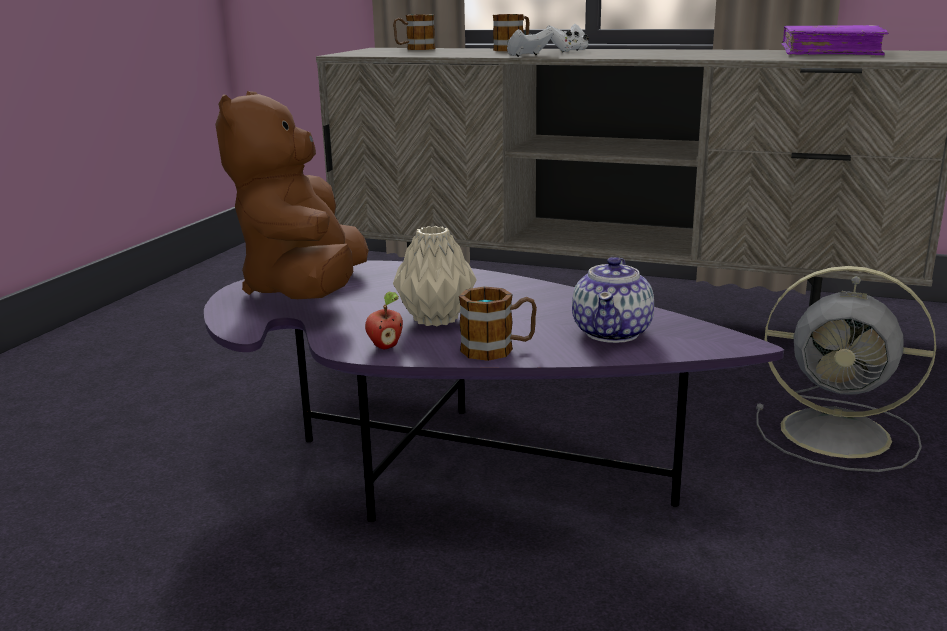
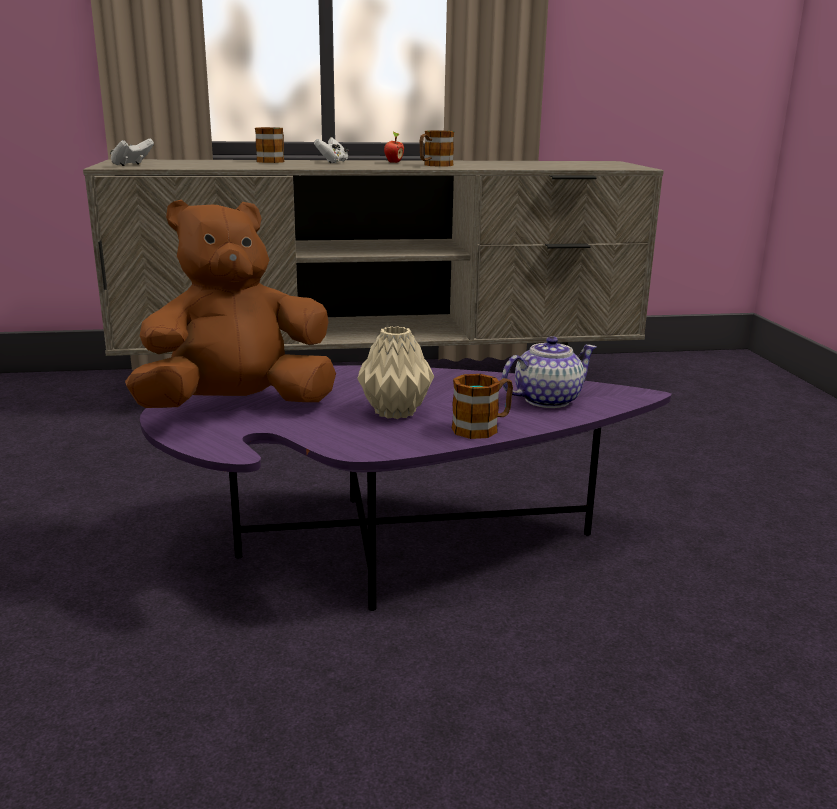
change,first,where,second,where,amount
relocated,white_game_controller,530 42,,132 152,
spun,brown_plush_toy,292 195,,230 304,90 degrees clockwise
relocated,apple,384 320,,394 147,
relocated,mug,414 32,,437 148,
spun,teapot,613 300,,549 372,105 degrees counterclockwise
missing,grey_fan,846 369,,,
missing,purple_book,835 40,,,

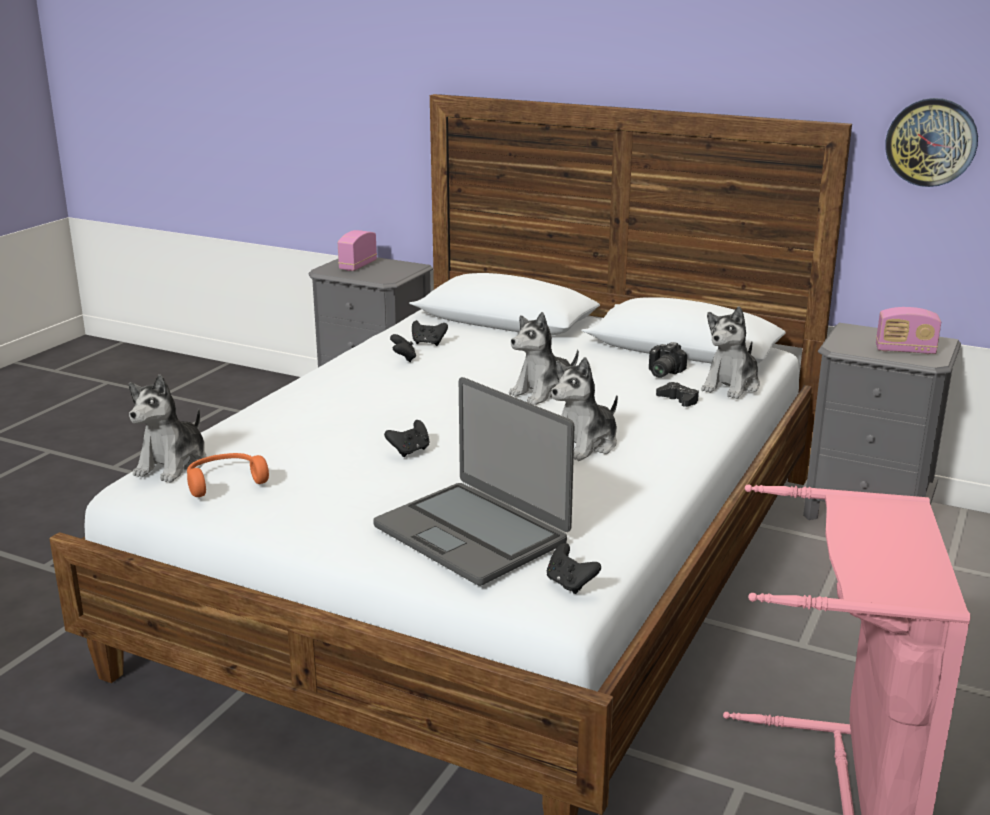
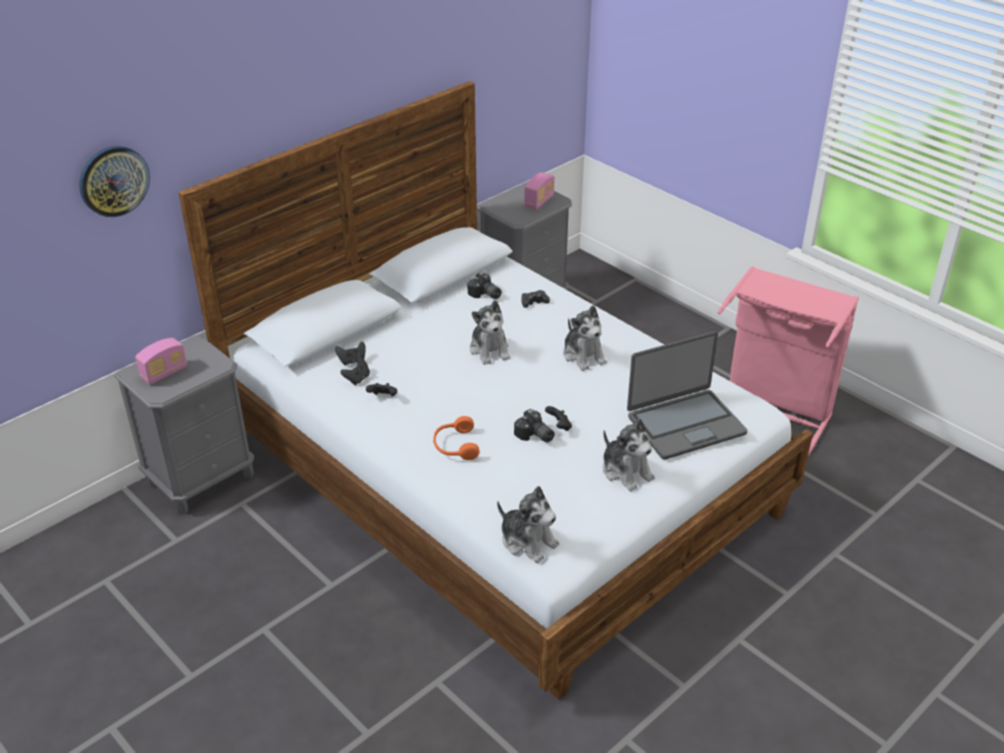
change,first,where,second,where,amount
relocated,wall_clock,931 142,,114 181,
spun,radio,357 250,,161 361,90 degrees counterclockwise
relocated,black_game_controller,574 568,,350 353,
relocated,orange_headphones,228 475,,456 438,
appeared,,,photo_camera,534 426,
relocated,plush_toy,730 352,,629 454,

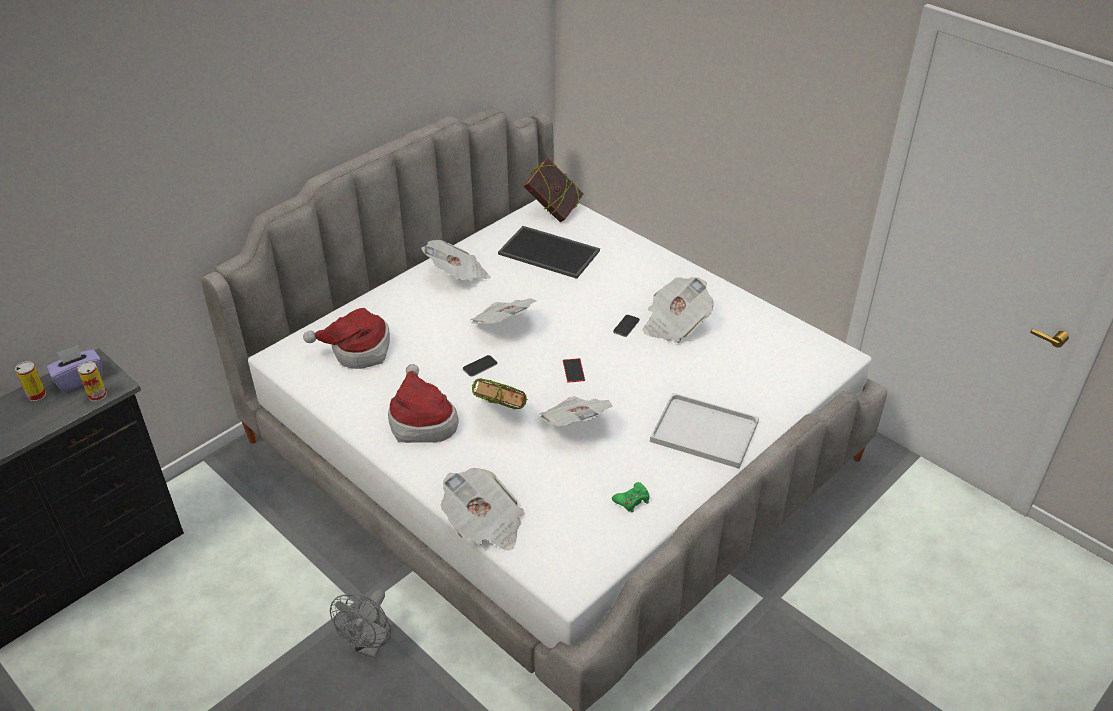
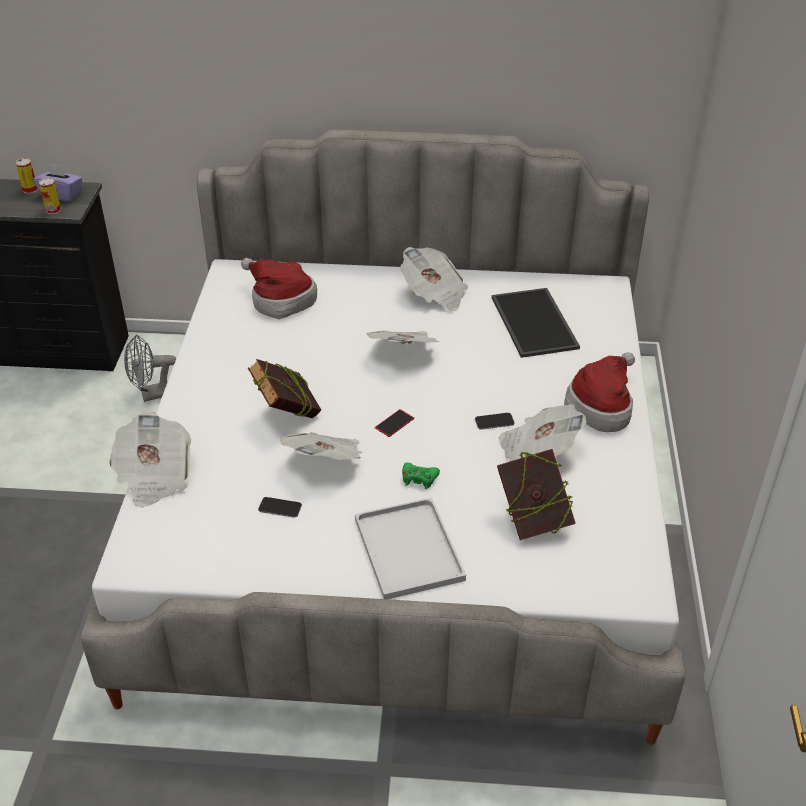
change,first,where,second,where,amount
relocated,grey_fan,361 623,,150 368,
relocated,phone,480 366,,280 507,
relocated,green_game_controller,631 497,,421 476,
relocated,book,553 190,,536 494,
relocated,hat,423 403,,599 392,

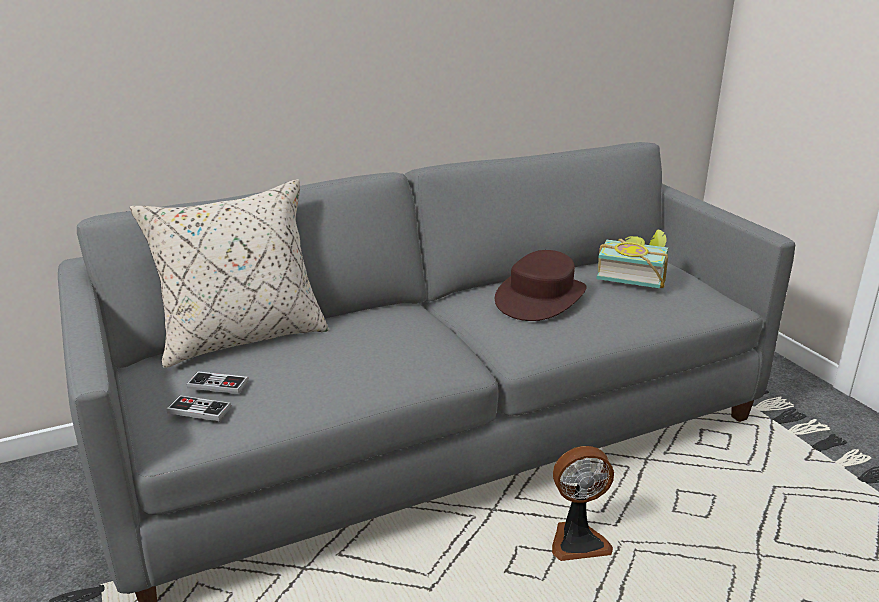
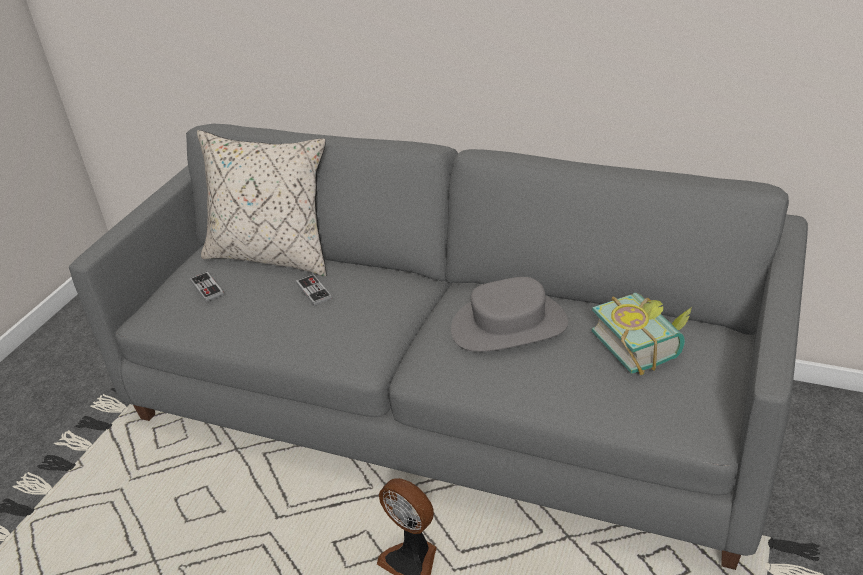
change,first,where,second,where,amount
relocated,game_controller,198 408,,314 290,
colour,brown_hat,541 285,grey_hat,509 314,

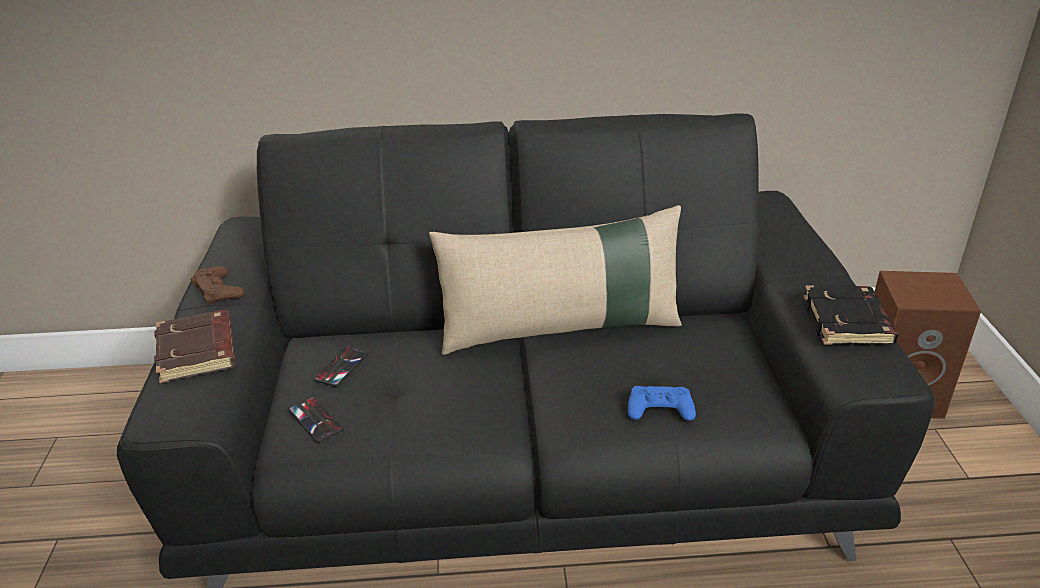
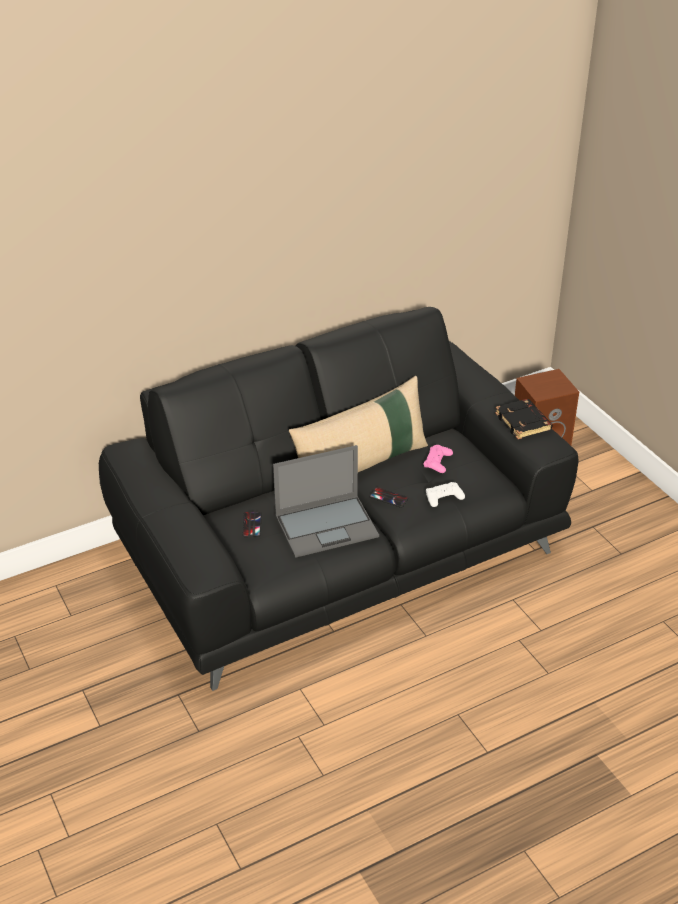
change,first,where,second,where,amount
appeared,,,laptop,326 501,
relocated,phone,316 420,,389 497,
appeared,,,pink_game_controller,438 459,
colour,blue_game_controller,662 403,white_game_controller,445 494,
missing,brown_book,194 346,,,
missing,brown_game_controller,217 286,,,

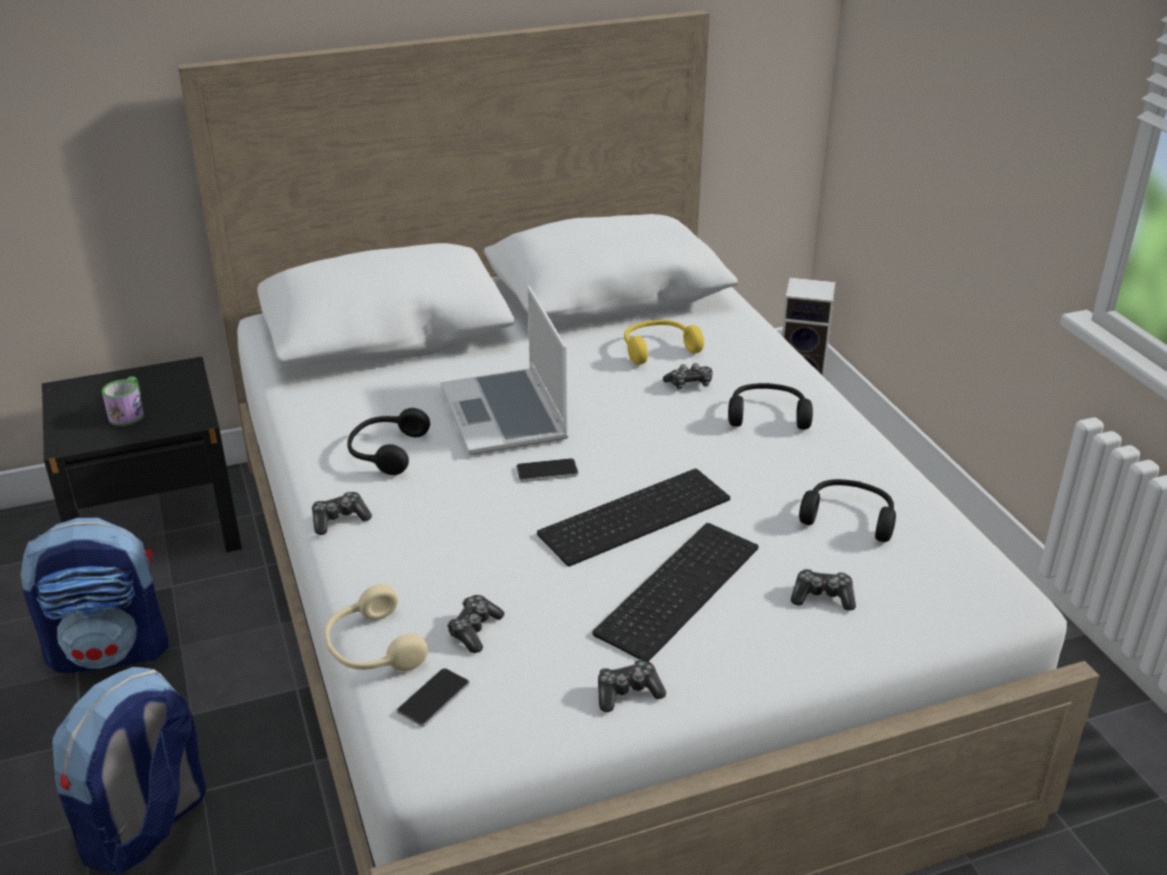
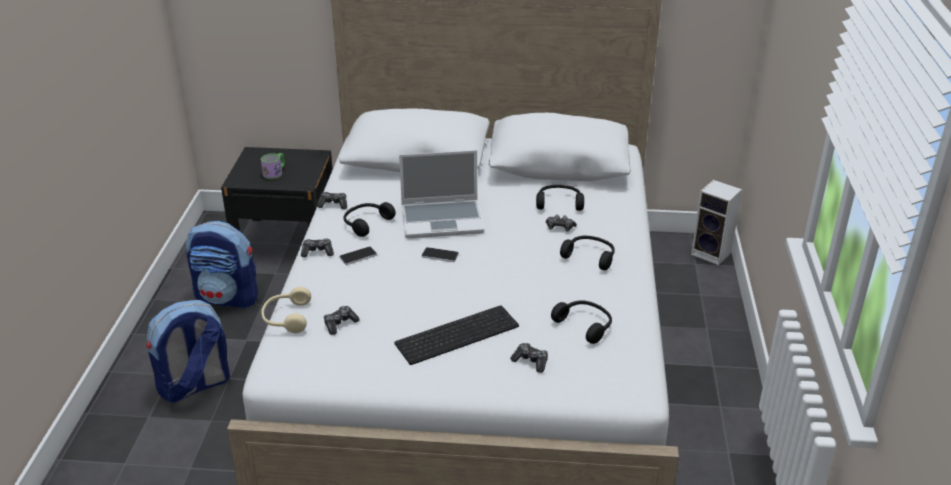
change,first,where,second,where,amount
relocated,game_controller,632 685,,332 200,
relocated,phone,433 697,,358 255,
spun,laptop,504 370,,441 194,105 degrees counterclockwise
colour,yellow_headphones,664 342,black_headphones,560 198,
missing,keyboard,633 517,,,

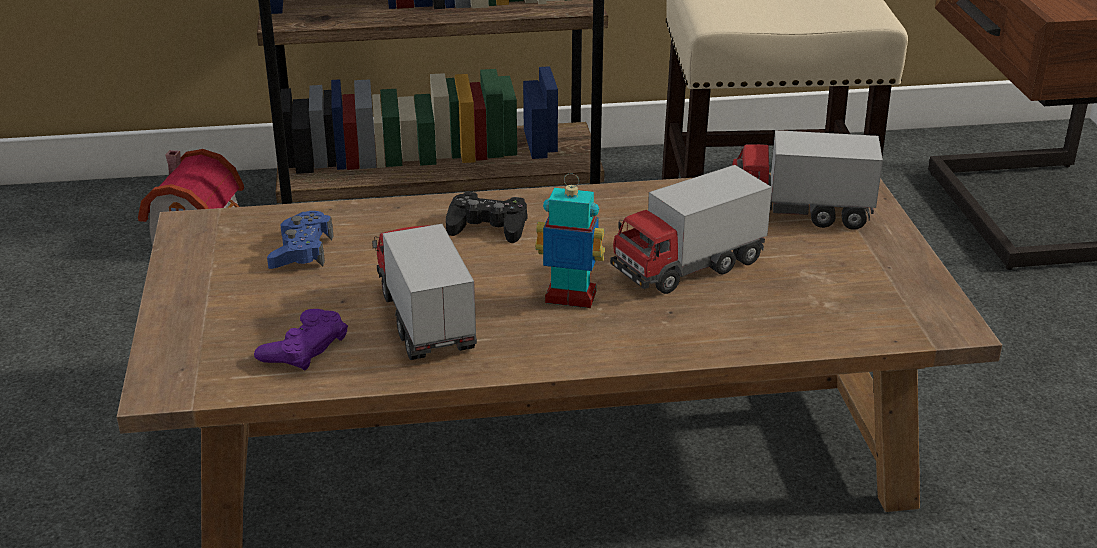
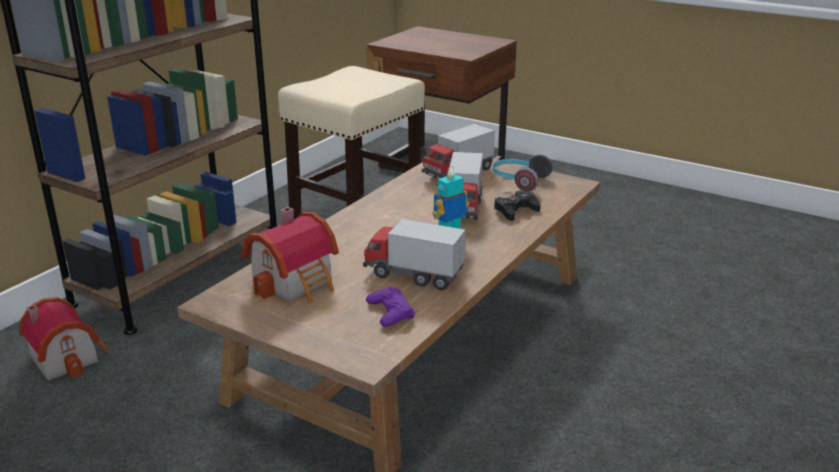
change,first,where,second,where,amount
exchanged,blue_game_controller,300 240,toy_house,290 255,
appeared,,,headphones,523 172,
relocated,black_game_controller,486 217,,517 206,

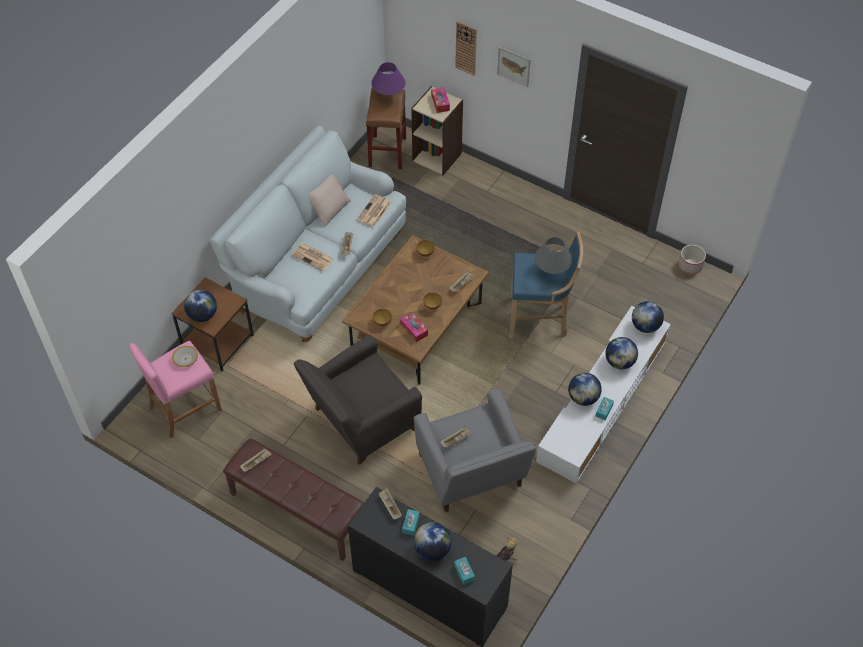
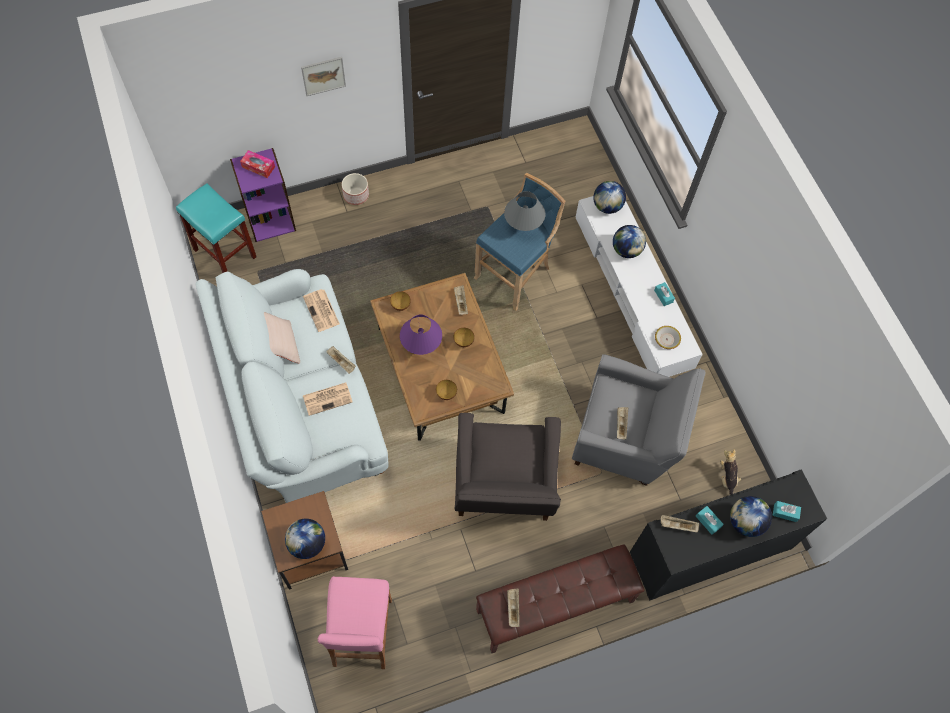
change,first,where,second,where,amount
colour,brown_stool,386 128,turquoise_stool,216 228,
colour,beige_bookcase,437 130,purple_bookcase,263 195,
relocated,planter,692 259,,355 189,
relocated,purple_table_lamp,388 78,,421 335,
relocated,bowl,185 356,,668 337,
missing,tissue_box,414 327,,,
missing,wall_clock,466 48,,,
missing,globe,585 389,,,

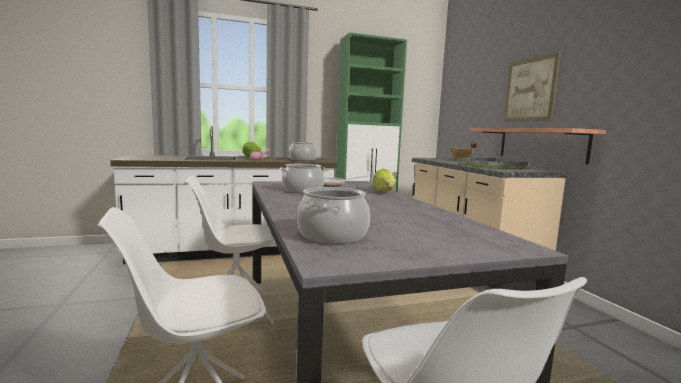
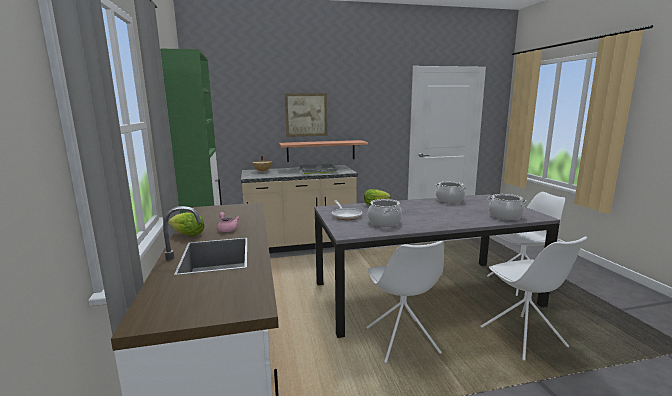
change,first,where,second,where,amount
relocated,cooking_pot,303 151,,451 192,

